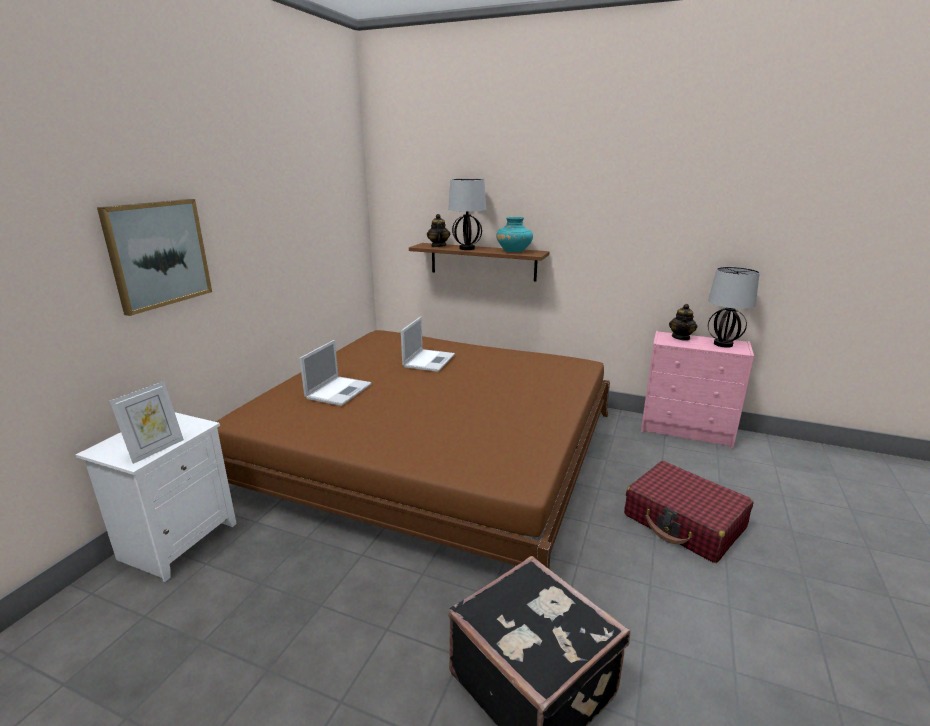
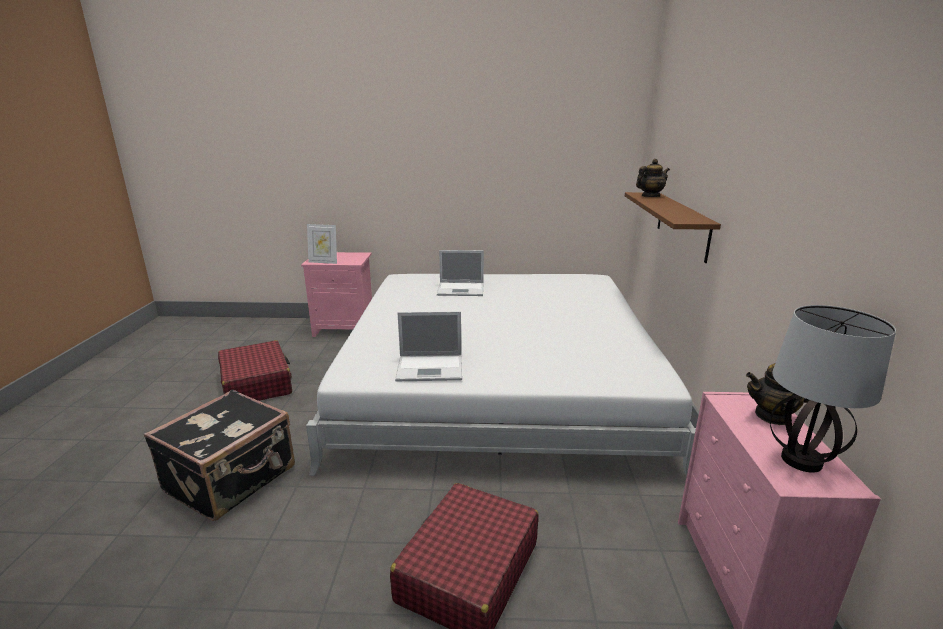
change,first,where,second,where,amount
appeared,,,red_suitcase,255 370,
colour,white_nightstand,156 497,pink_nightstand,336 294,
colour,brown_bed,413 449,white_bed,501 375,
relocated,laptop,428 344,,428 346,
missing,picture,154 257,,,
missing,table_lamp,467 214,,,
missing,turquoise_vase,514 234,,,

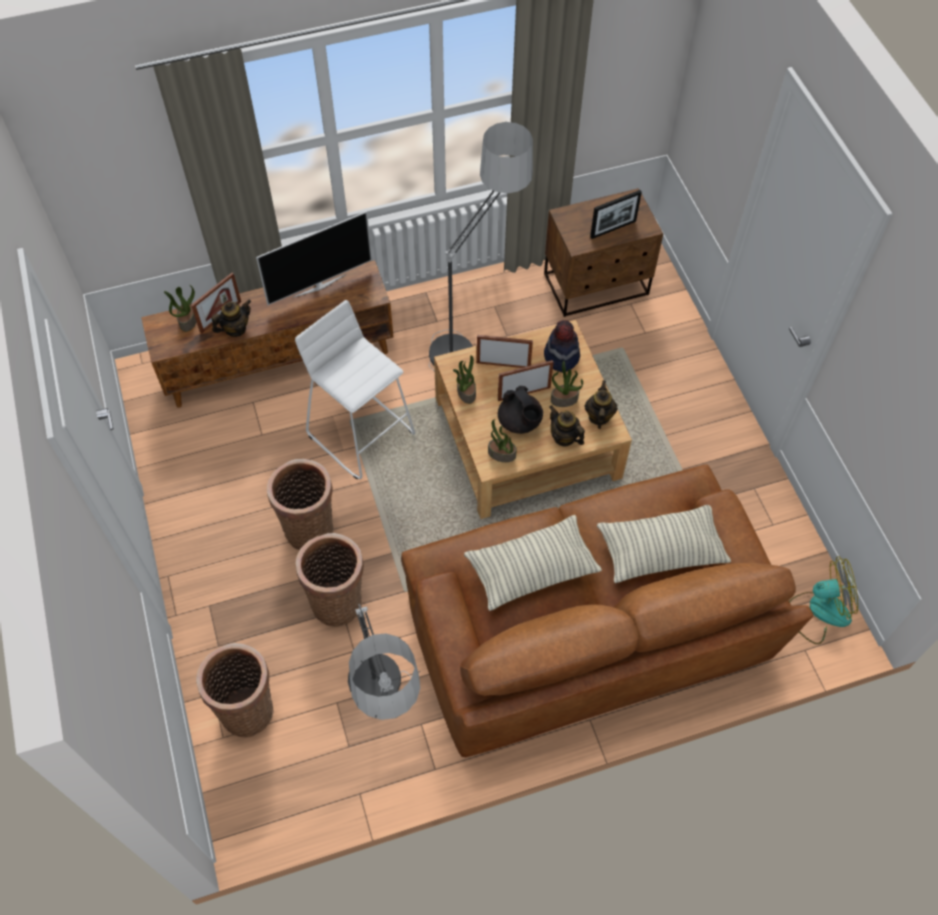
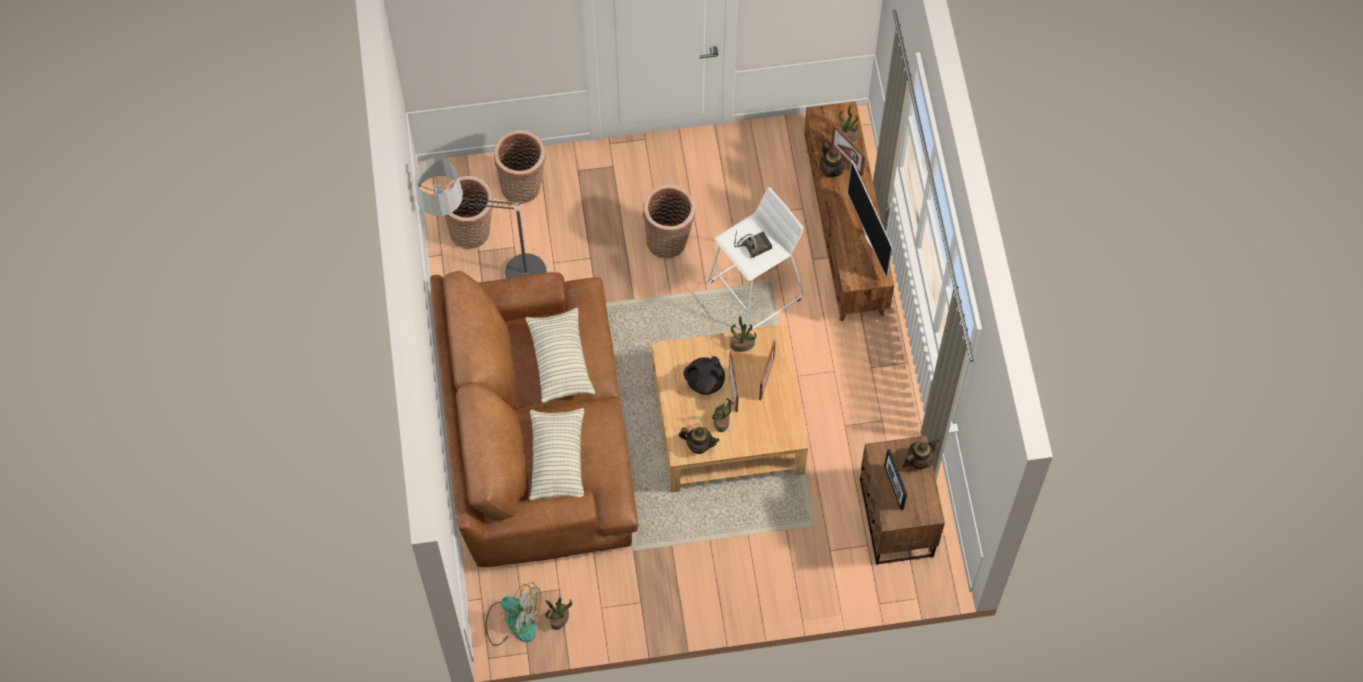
change,first,where,second,where,amount
relocated,basket,330 580,,468 212,
spun,fan,823 600,,513 614,75 degrees counterclockwise
relocated,potted_plant,502 440,,558 613,
appeared,,,radio,753 244,
relocated,teapot,567 426,,921 453,
missing,floor_lamp,481 246,,,
missing,hat,562 346,,,

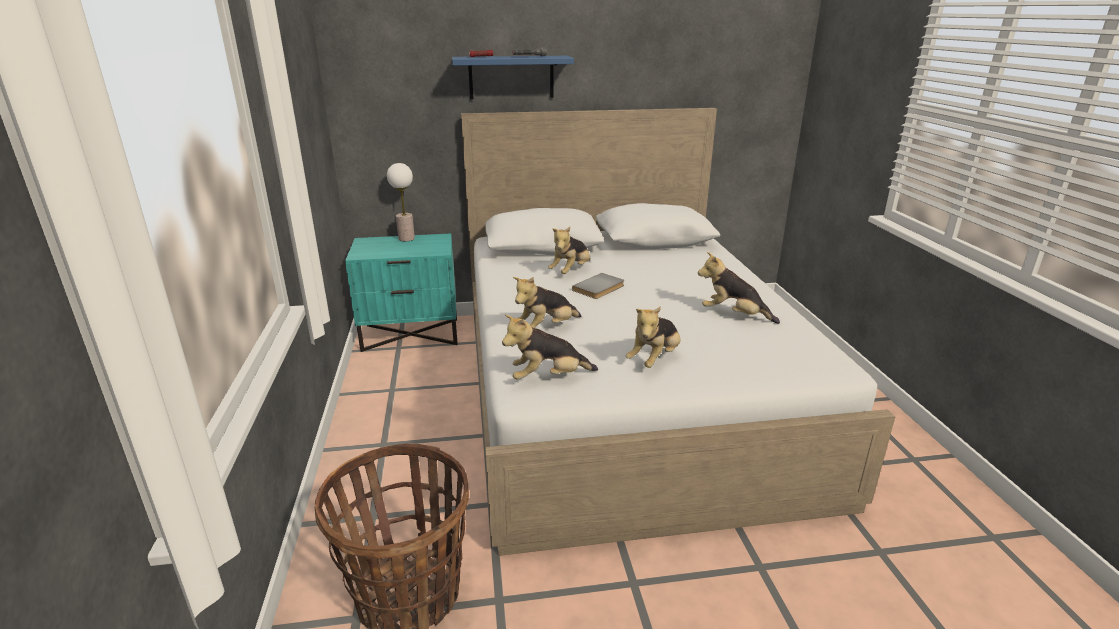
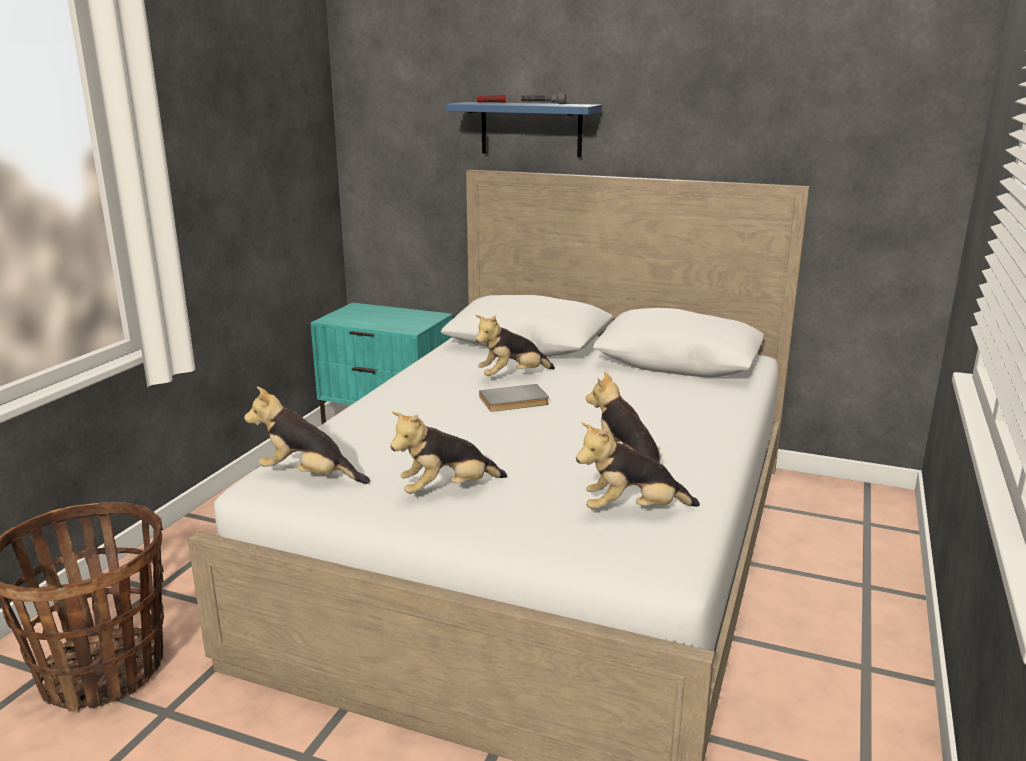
change,first,where,second,where,amount
relocated,plush_toy,547 302,,638 465,
missing,table_lamp,401 202,,,

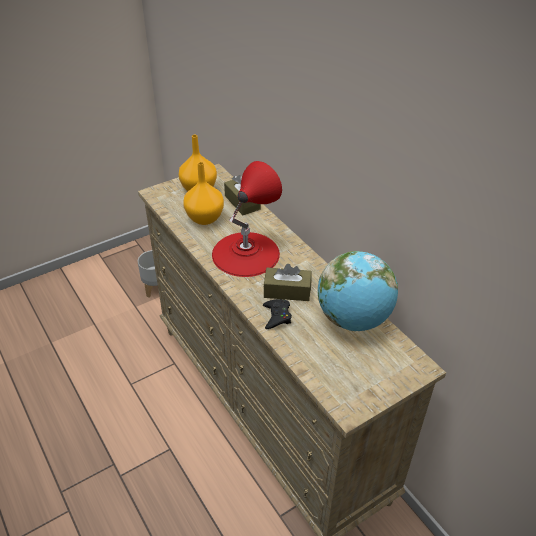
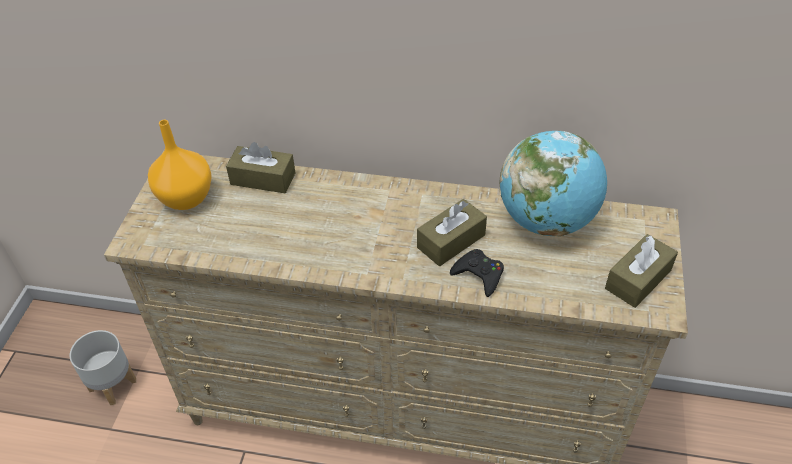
change,first,where,second,where,amount
appeared,,,brown_tissue_box,641 271,
missing,orange_vase,203 193,,,
missing,red_table_lamp,247 219,,,

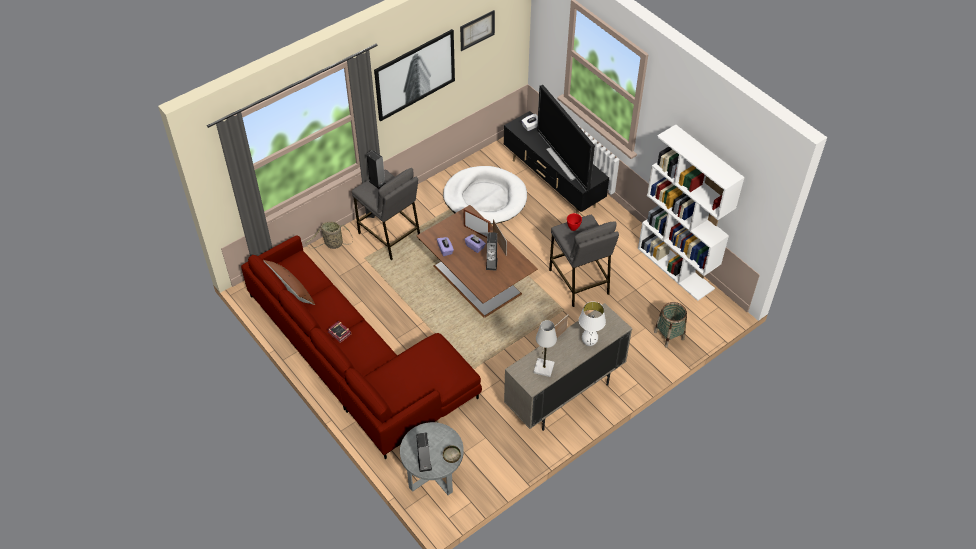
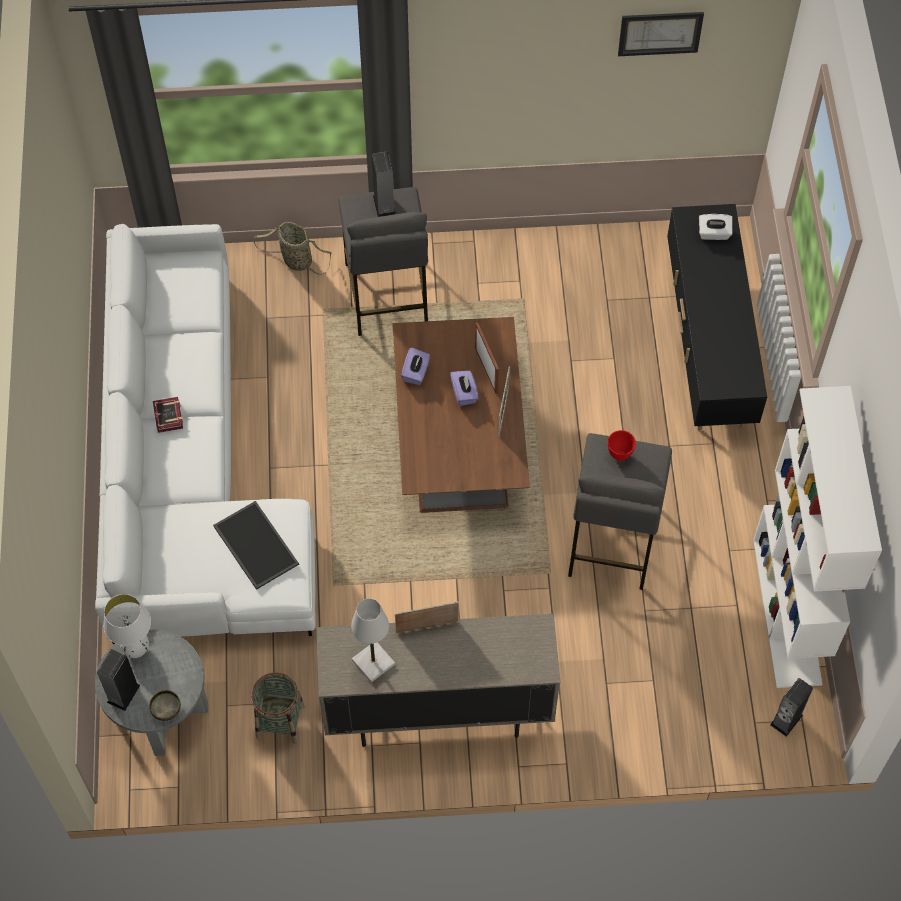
change,first,where,second,where,amount
colour,red_sofa,361 347,white_sofa,205 434,
relocated,white_table_lamp,592 323,,127 626,
appeared,,,tray,256 545,
relocated,basket,670 325,,278 708,
relocated,speaker,492 251,,791 707,
missing,brown_pillow,289 282,,,
missing,picture,414 75,,,
missing,white_dog_bed,485 195,,,
missing,television,566 138,,,

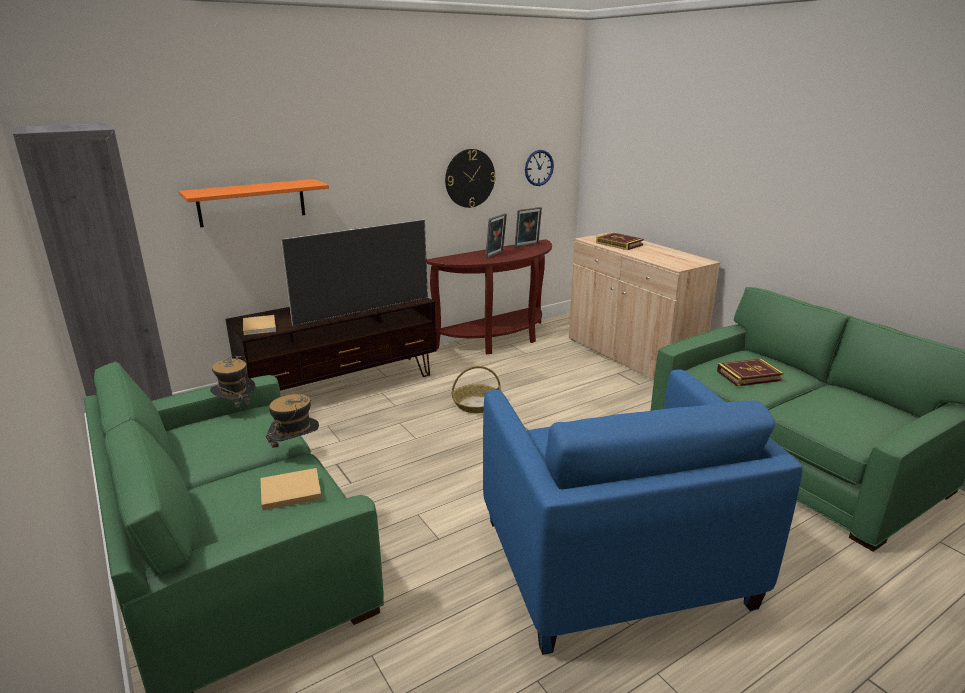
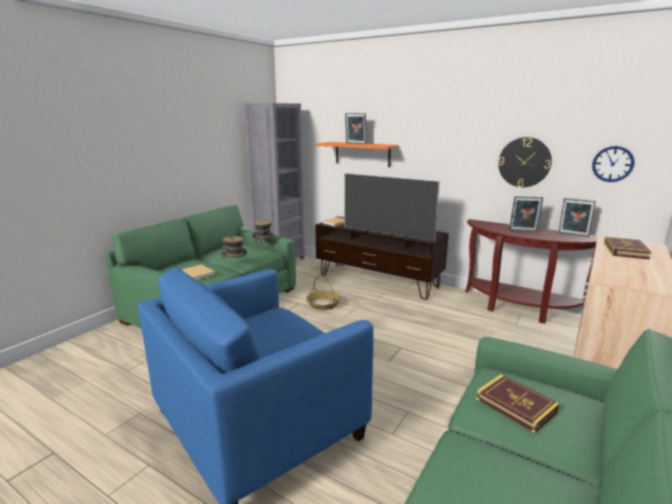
change,first,where,second,where,amount
relocated,basket,476 389,,323 293,
appeared,,,picture_frame,355 128,

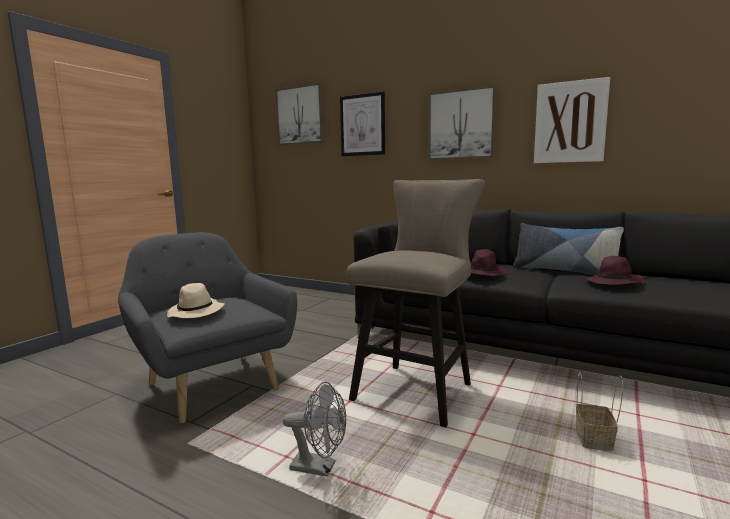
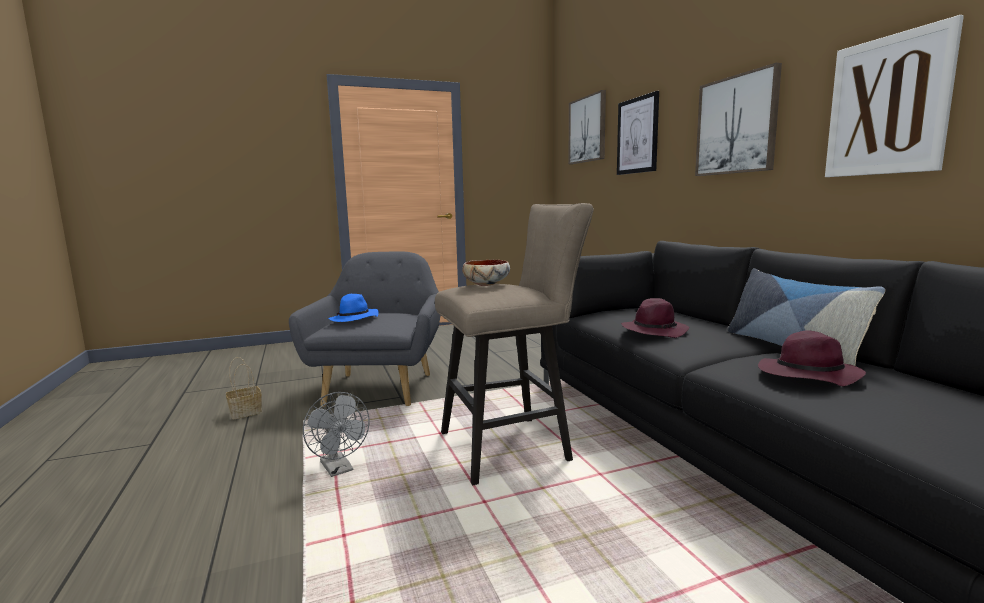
change,first,where,second,where,amount
relocated,basket,599 411,,244 388,
colour,beige_hat,195 300,blue_hat,353 308,
appeared,,,bowl,486 273,

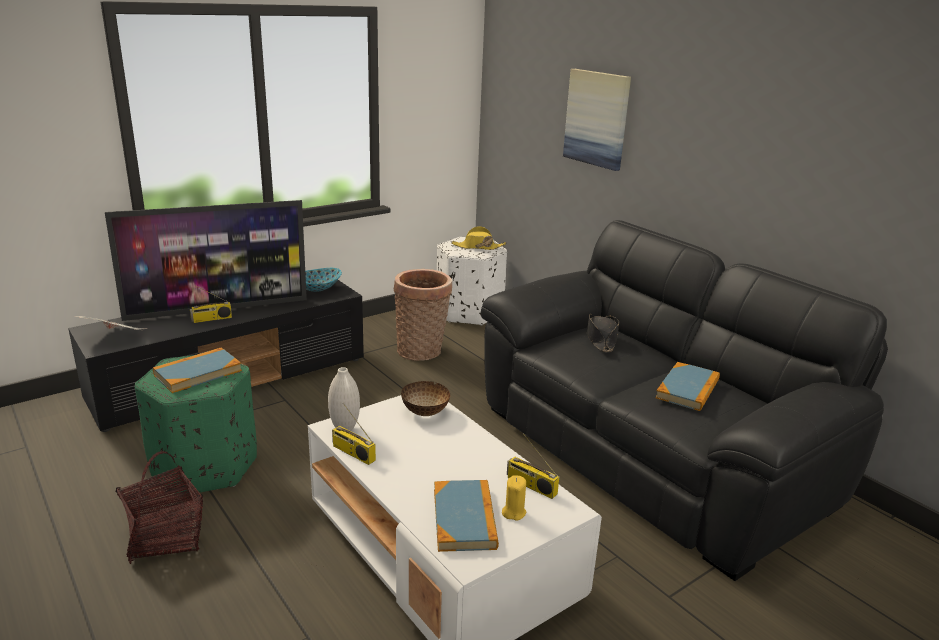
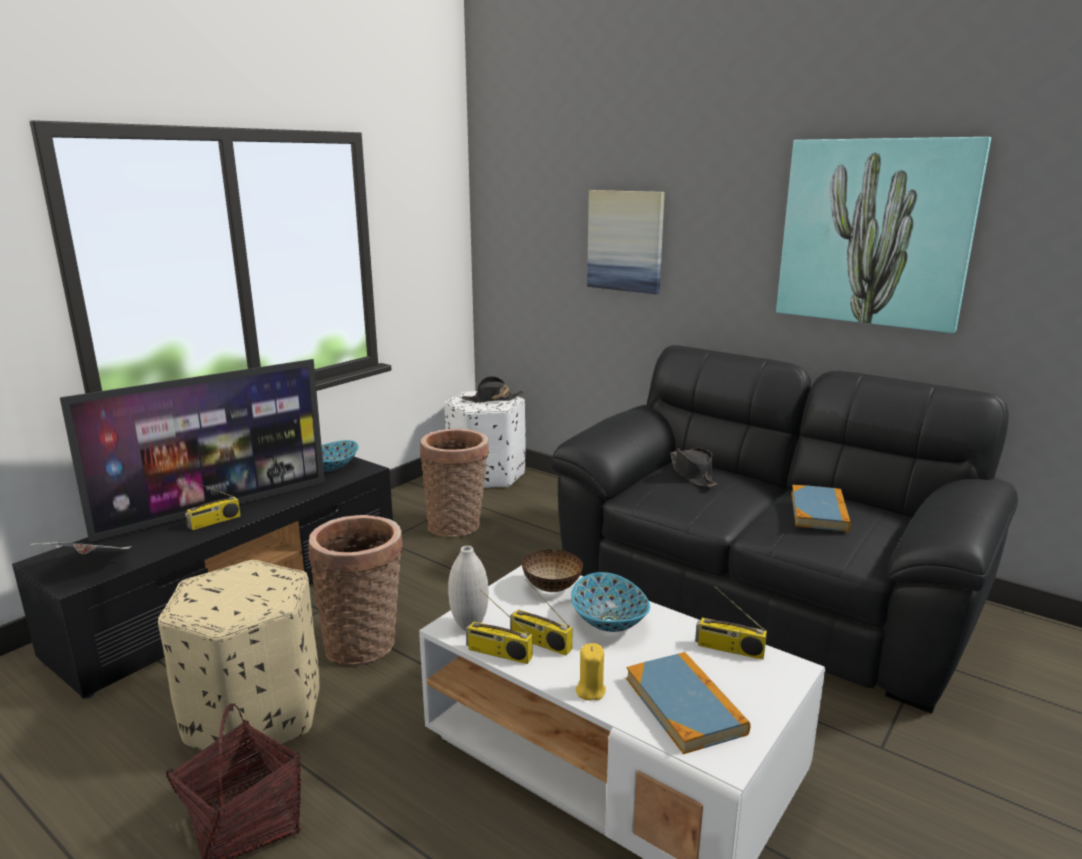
change,first,where,second,where,amount
colour,green_ottoman,196 424,beige_ottoman,238 661,
appeared,,,basket,355 590,
colour,yellow_hat,479 238,black_hat,493 389,
appeared,,,radio,541 617,
appeared,,,bowl,610 602,
relocated,yellow_candle,514 498,,591 671,
appeared,,,picture,883 235,
missing,book,197 370,,,

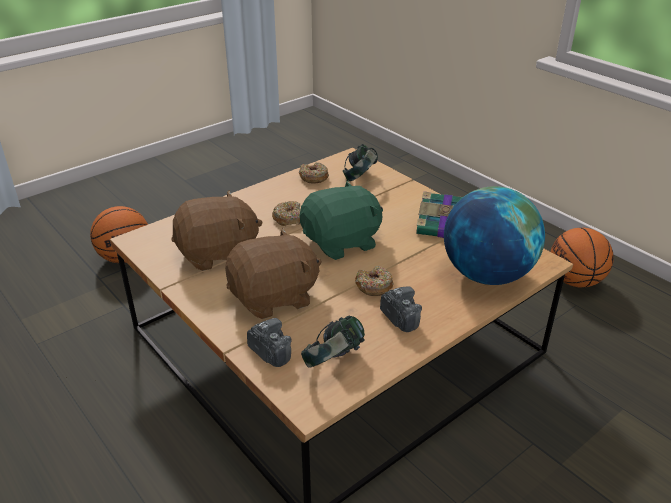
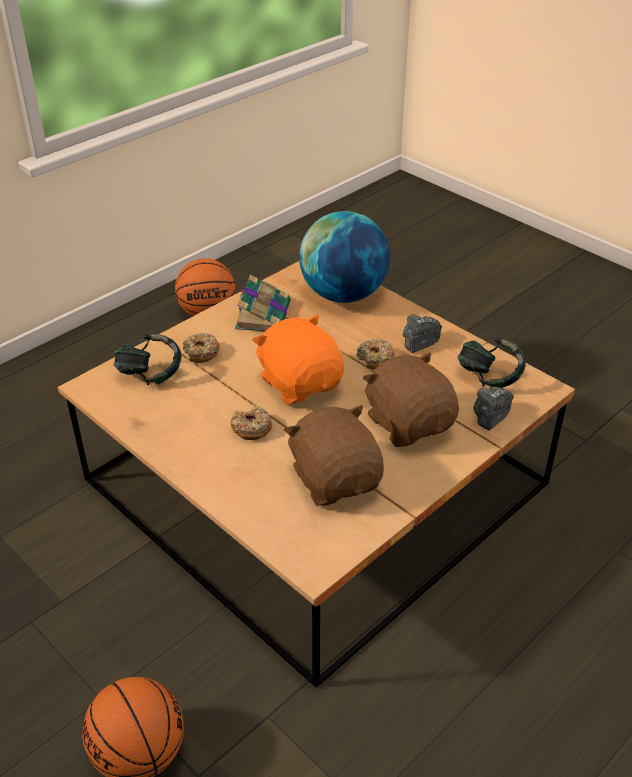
change,first,where,second,where,amount
relocated,donut,314 173,,201 348,
colour,green_plush_toy,341 220,orange_plush_toy,298 360,

